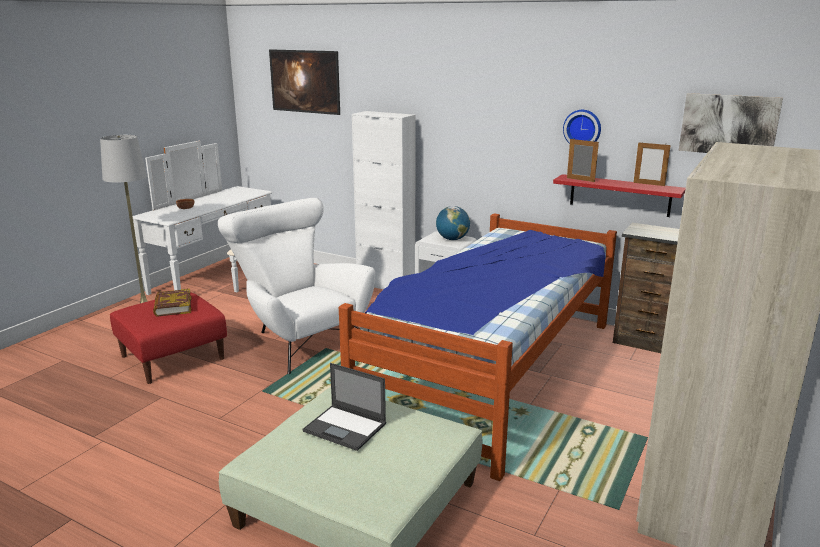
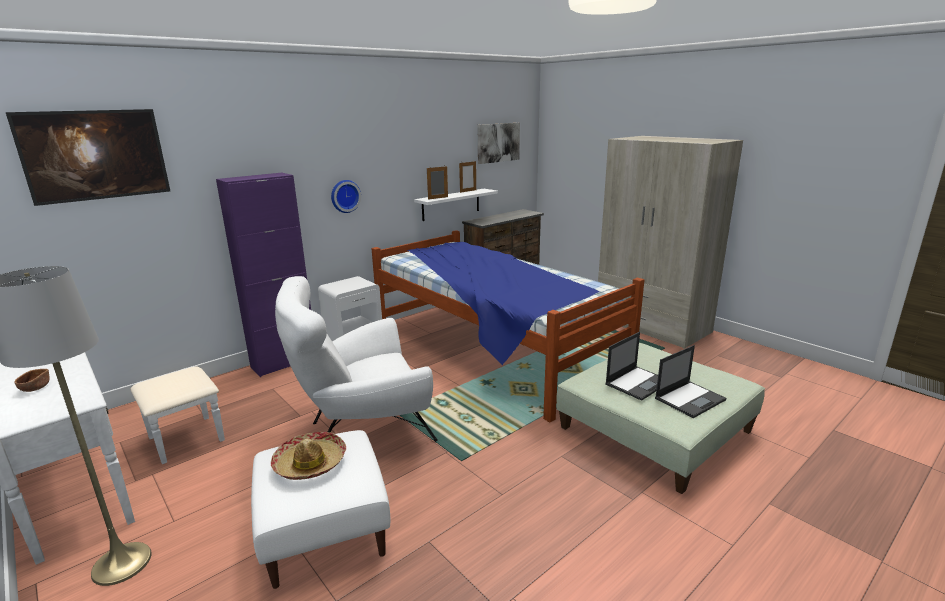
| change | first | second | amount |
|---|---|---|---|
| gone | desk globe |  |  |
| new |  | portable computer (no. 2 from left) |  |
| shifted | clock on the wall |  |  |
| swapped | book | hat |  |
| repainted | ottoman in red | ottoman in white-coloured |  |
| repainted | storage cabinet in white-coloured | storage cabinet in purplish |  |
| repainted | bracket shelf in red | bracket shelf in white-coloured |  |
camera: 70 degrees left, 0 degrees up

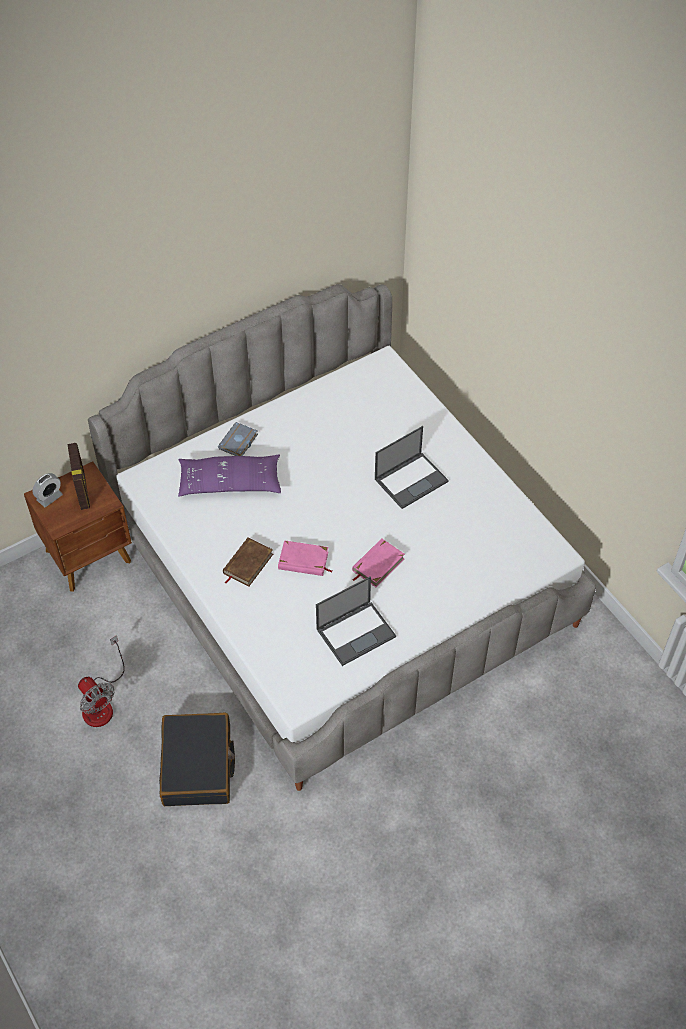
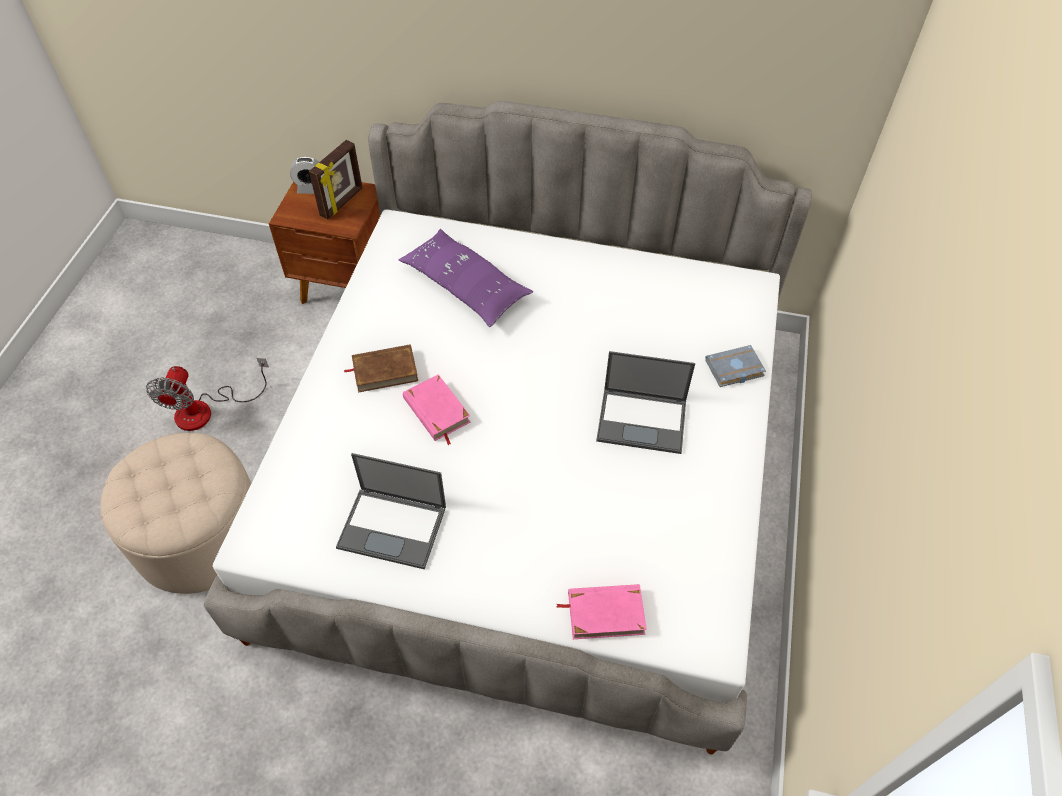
| change | first | second | amount |
|---|---|---|---|
| shifted | book in greyish |  |  |
| shifted | book in pinkish (no. 2 from left) |  |  |
| swapped | piece of luggage in blackish | ottoman in beige-coloured |  |
camera: 45 degrees right, 0 degrees up

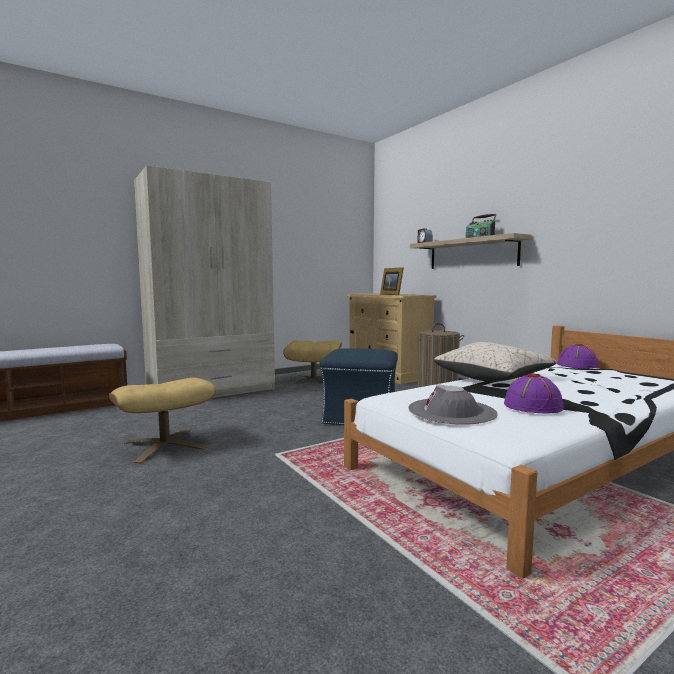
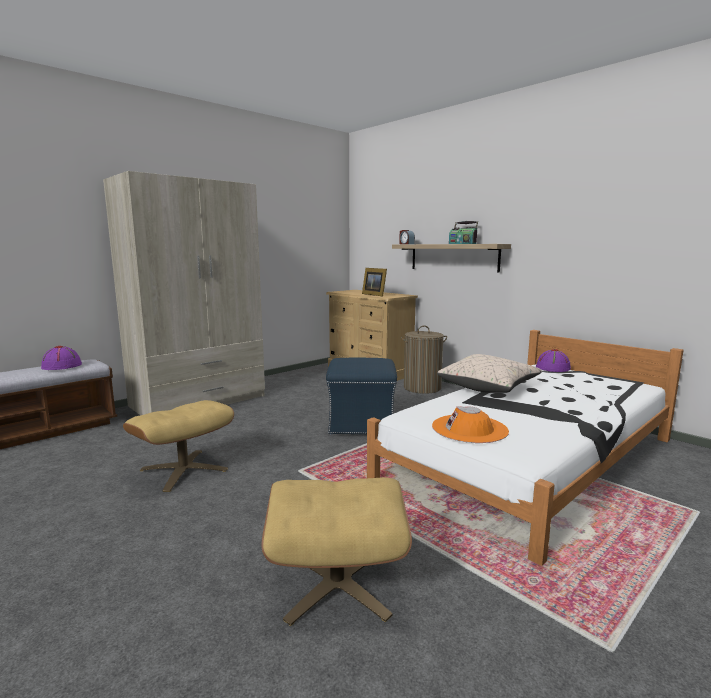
| change | first | second | amount |
|---|---|---|---|
| shifted | ottoman in beige-coloured (no. 2 from left) |  |  |
| shifted | hat in purplish (no. 1 from left) |  |  |
| repainted | hat in greyish | hat in orange-coloured |  |
camera: 10 degrees left, 5 degrees up

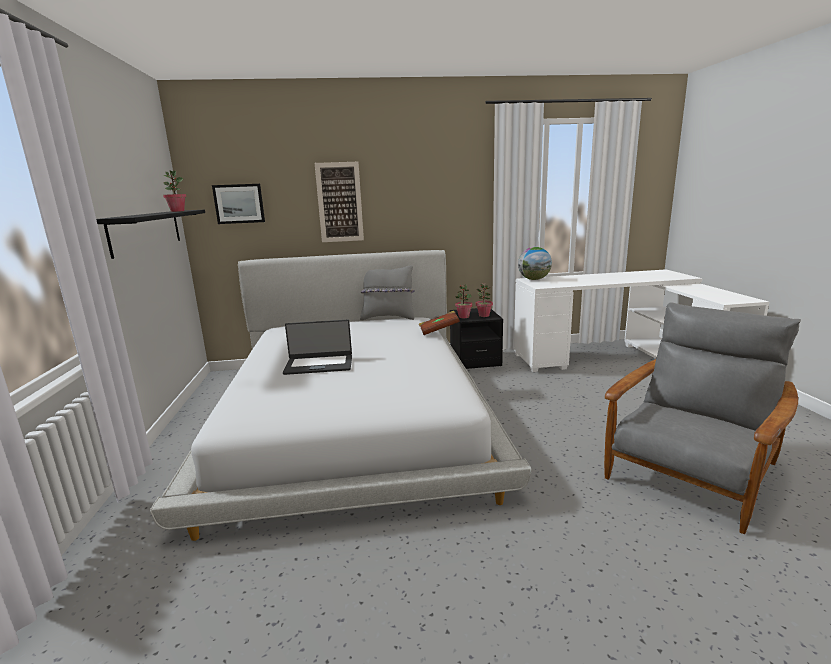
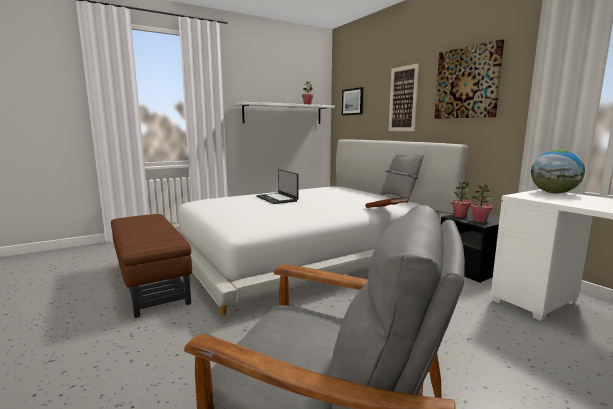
| change | first | second | amount |
|---|---|---|---|
| new |  | ottoman in brownish |  |
| new |  | wall art (no. 3 from left) |  |
| repainted | bracket shelf in blackish | bracket shelf in white-coloured |  |
camera: 65 degrees right, 5 degrees down

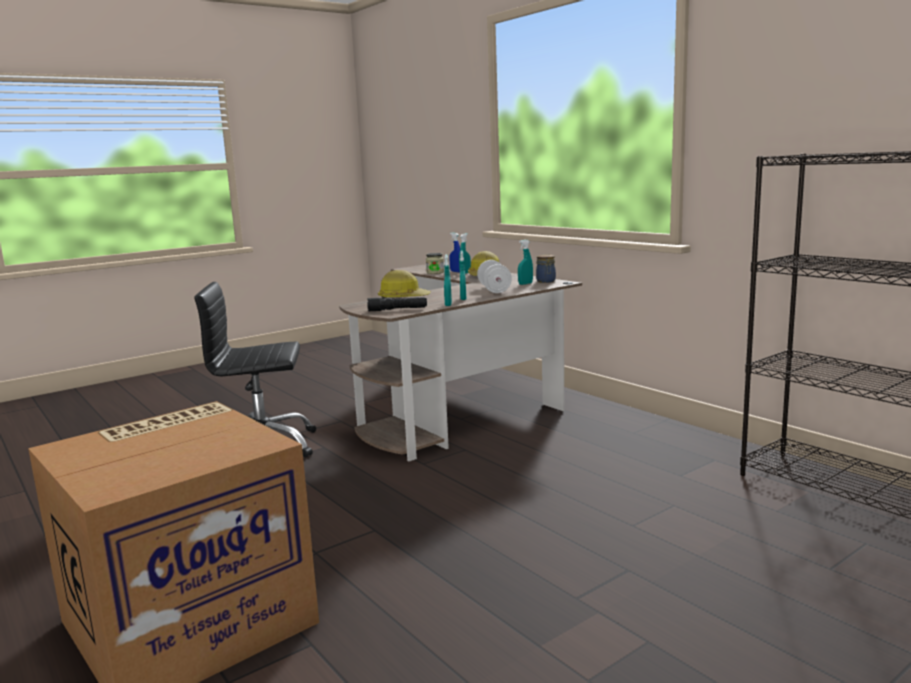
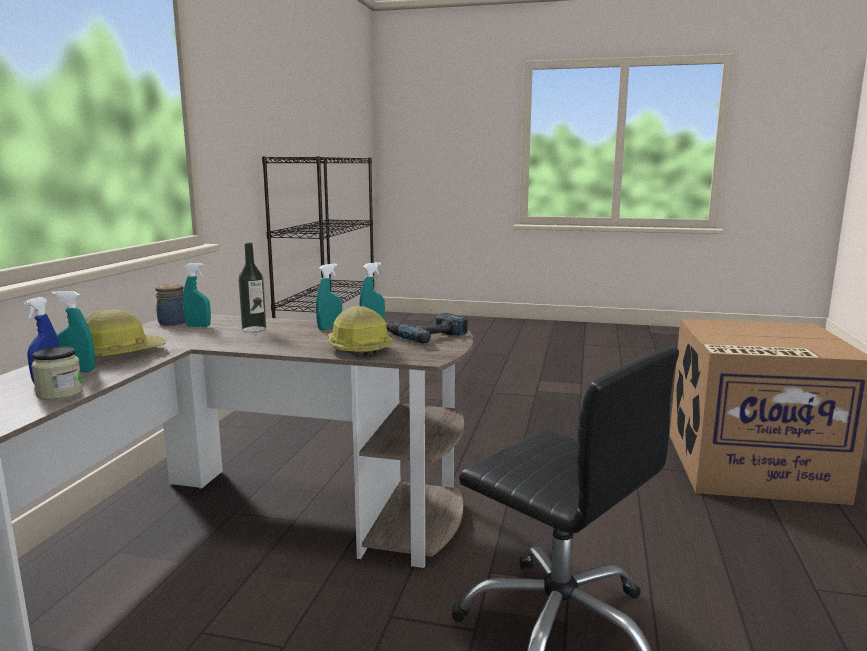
| change | first | second | amount |
|---|---|---|---|
| swapped | hand torch in blackish | power drill |  |
| swapped | free weight in white-coloured | drink bottle |  |
camera: 130 degrees left, 0 degrees up

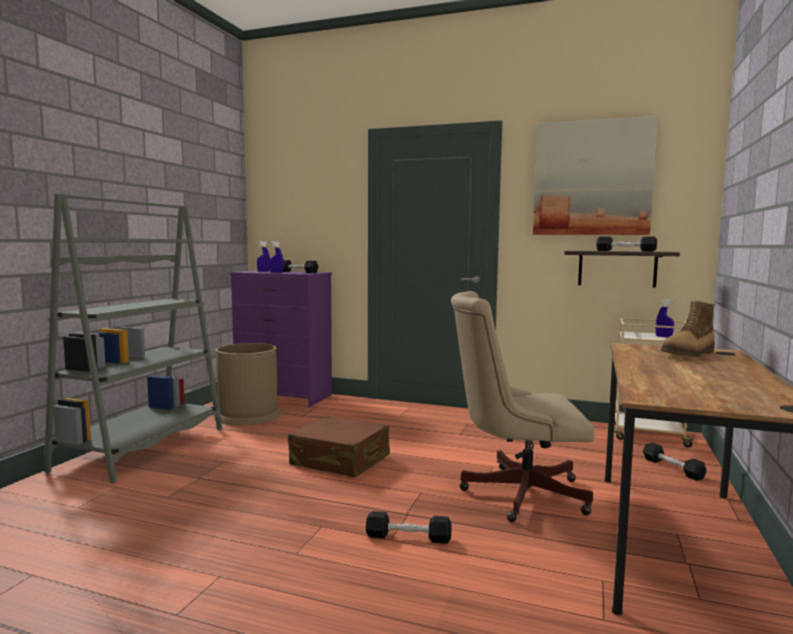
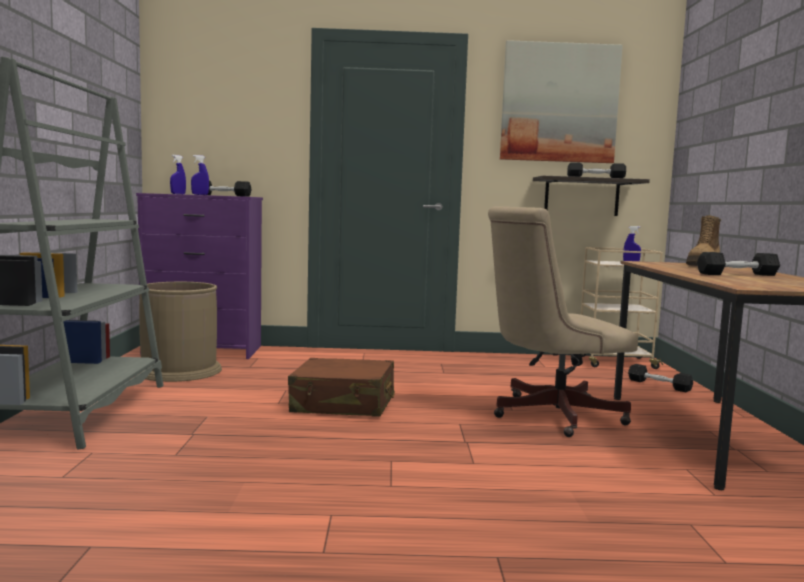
| change | first | second | amount |
|---|---|---|---|
| shifted | free weight in blackish (no. 2 from left in the first image) | free weight in blackish (no. 4 from left) |  |
camera: 20 degrees left, 0 degrees up

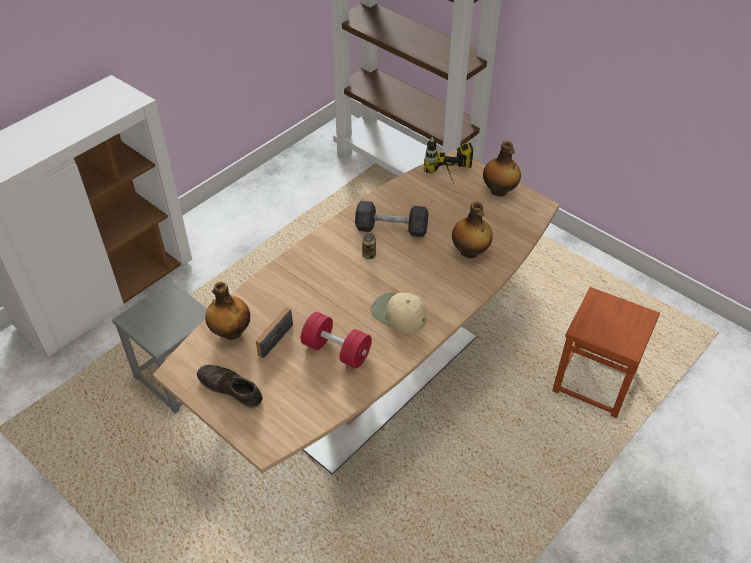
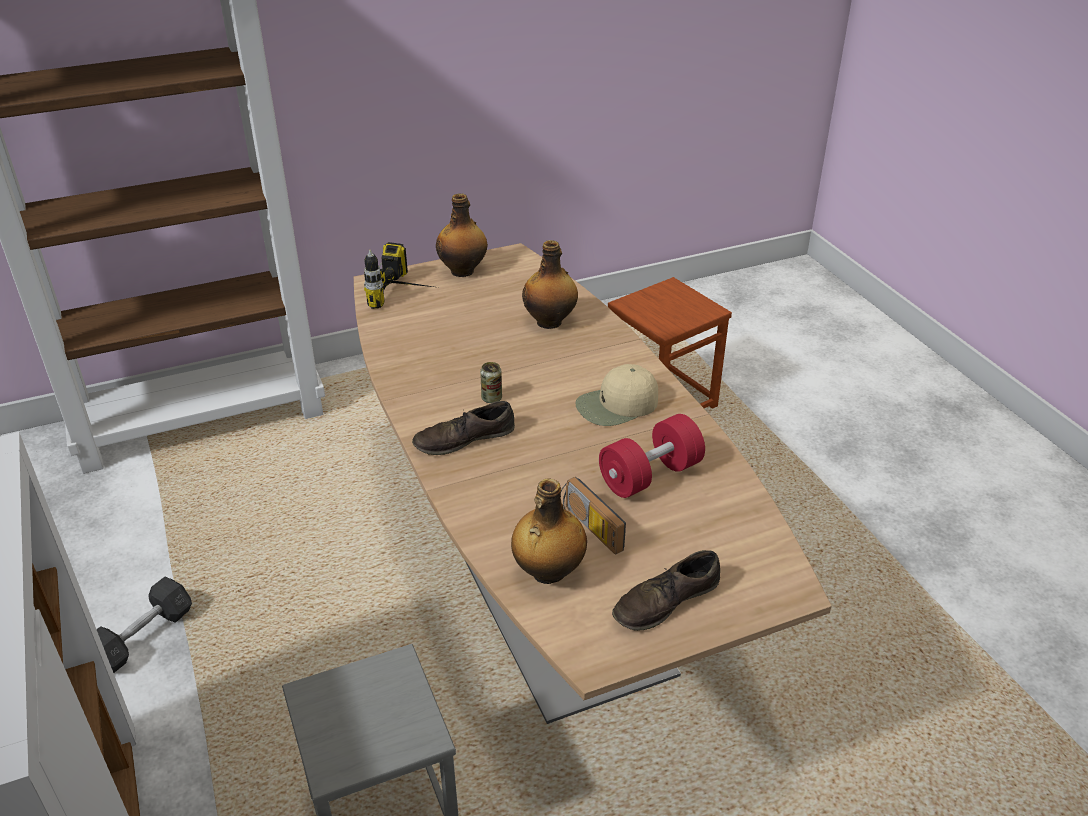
| change | first | second | amount |
|---|---|---|---|
| new |  | low shoe in brownish (no. 1 from left) |  |
| shifted | free weight in greyish |  |  |
camera: 65 degrees left, 10 degrees down

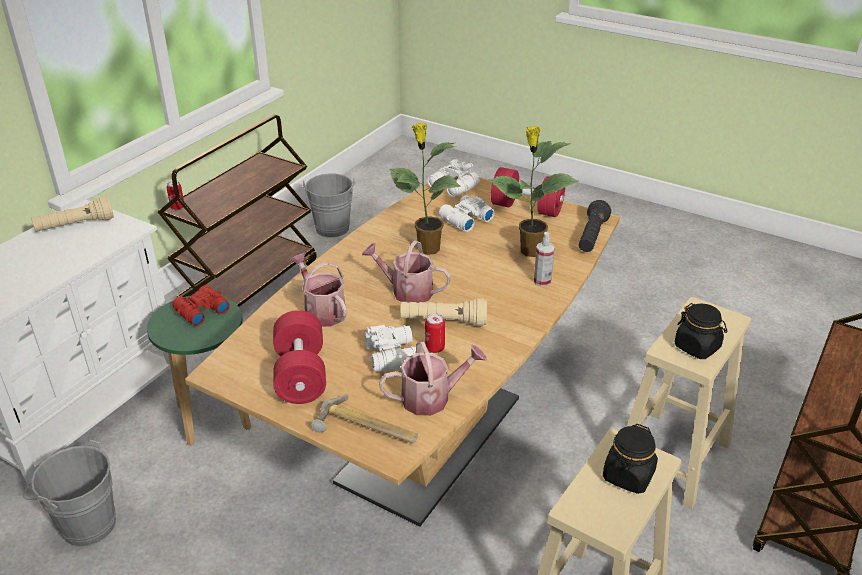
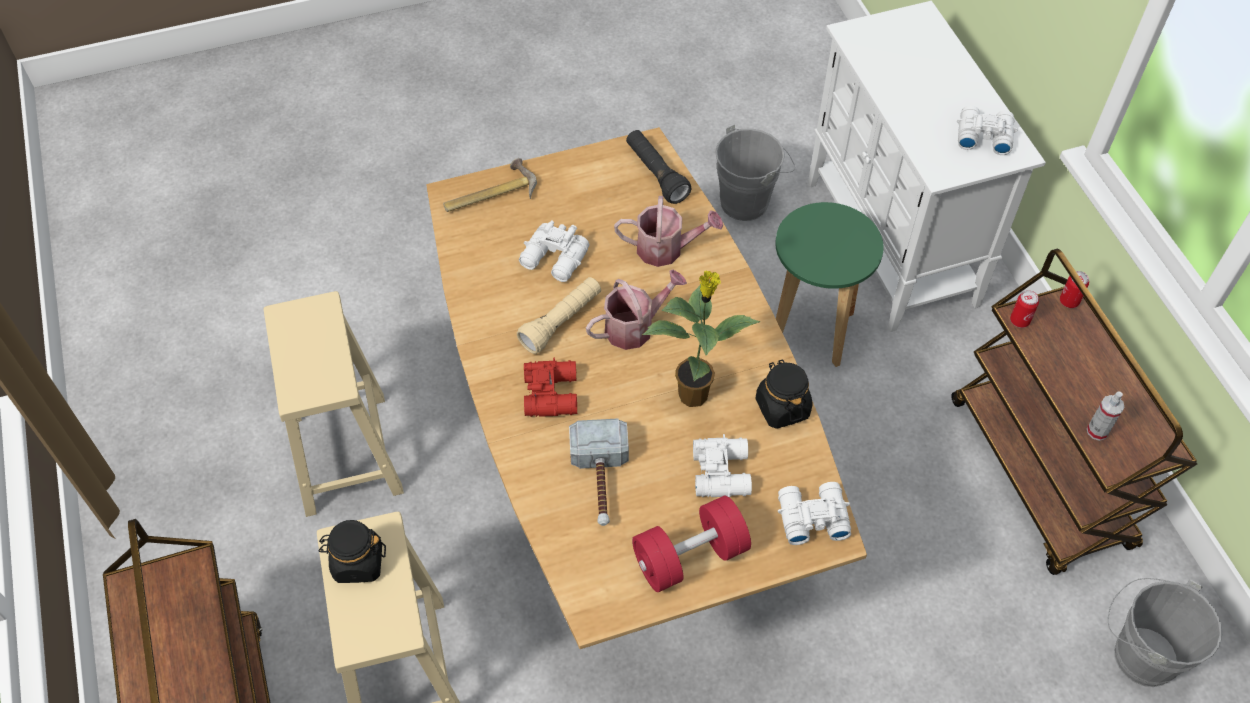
| change | first | second | amount |
|---|---|---|---|
| gone | free weight in red (no. 1 from left) |  |  |
| gone | sprinkling can (no. 3 from left) |  |  |
| shifted | field glasses in red |  |  |
| shifted | metal can (no. 2 from left in the first image) | metal can (no. 1 from left) |  |
| shifted | spray bottle |  |  |
| shifted | hand torch in blackish |  |  |
| shifted | storage jar in blackish (no. 1 from left in the first image) | storage jar in blackish (no. 2 from left) |  |
| swapped | hand torch in beige-coloured (no. 1 from left) | field glasses in white-coloured (no. 4 from left) |  |
| swapped | houseplant (no. 2 from left) | tool hammer (no. 2 from left) |  |
camera: 130 degrees right, 20 degrees up

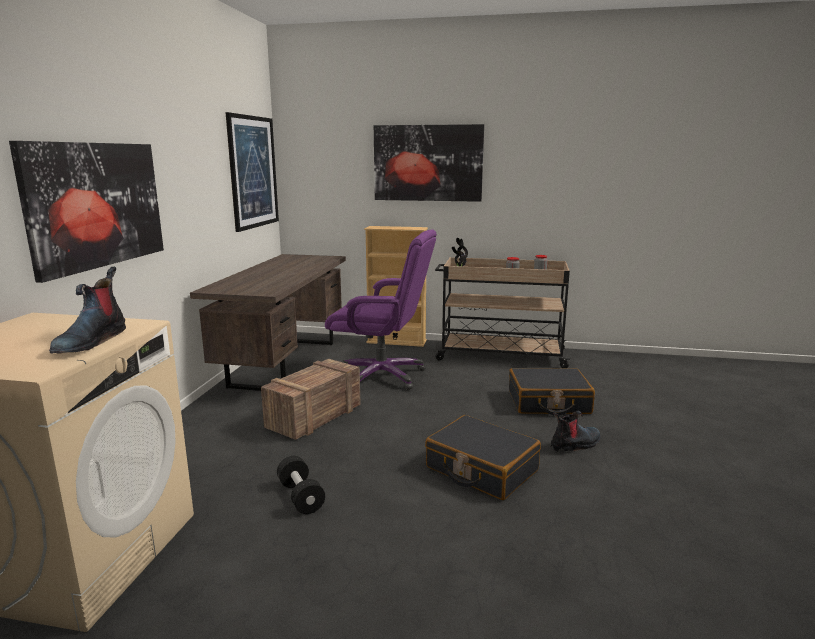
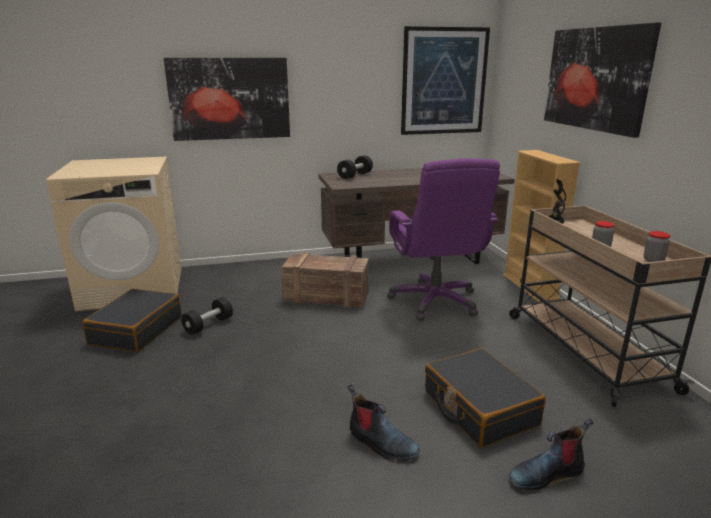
| change | first | second | amount |
|---|---|---|---|
| new |  | free weight in blackish (no. 2 from left) |  |
| shifted | high-top boot (no. 1 from left in the first image) | high-top boot (no. 2 from left) |  |
| shifted | piece of luggage in blackish (no. 1 from left) |  |  |
camera: 65 degrees right, 5 degrees up

